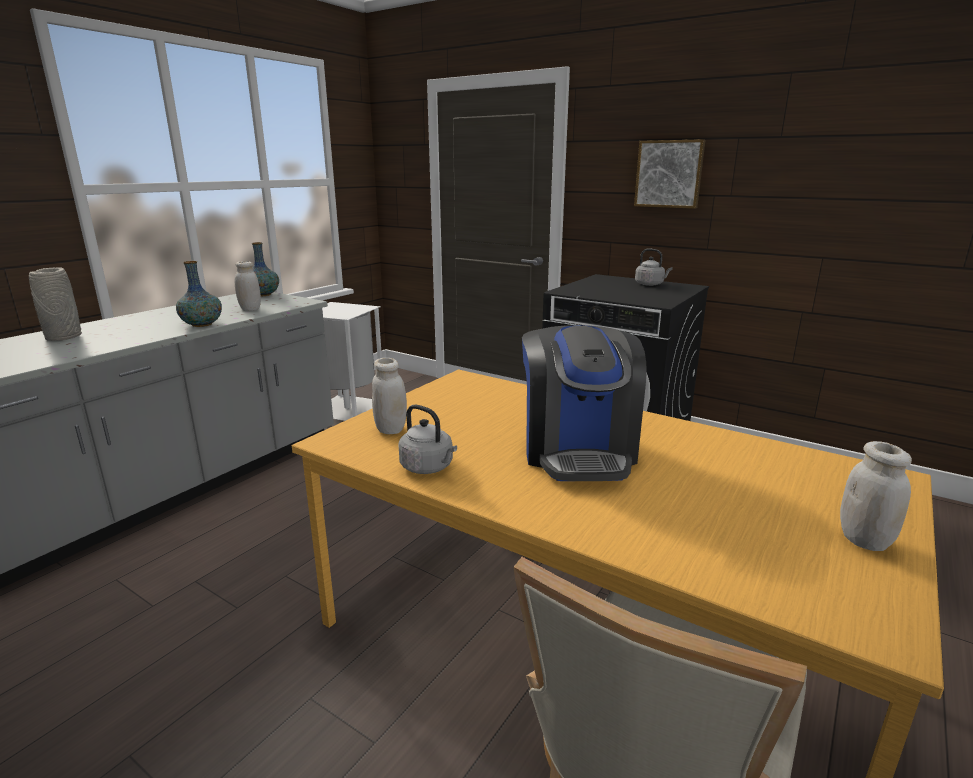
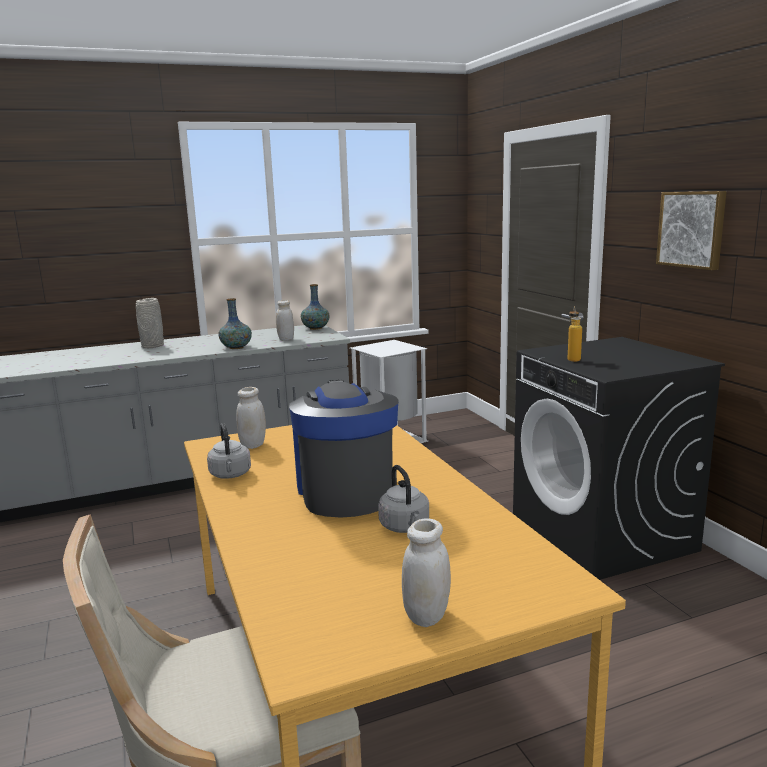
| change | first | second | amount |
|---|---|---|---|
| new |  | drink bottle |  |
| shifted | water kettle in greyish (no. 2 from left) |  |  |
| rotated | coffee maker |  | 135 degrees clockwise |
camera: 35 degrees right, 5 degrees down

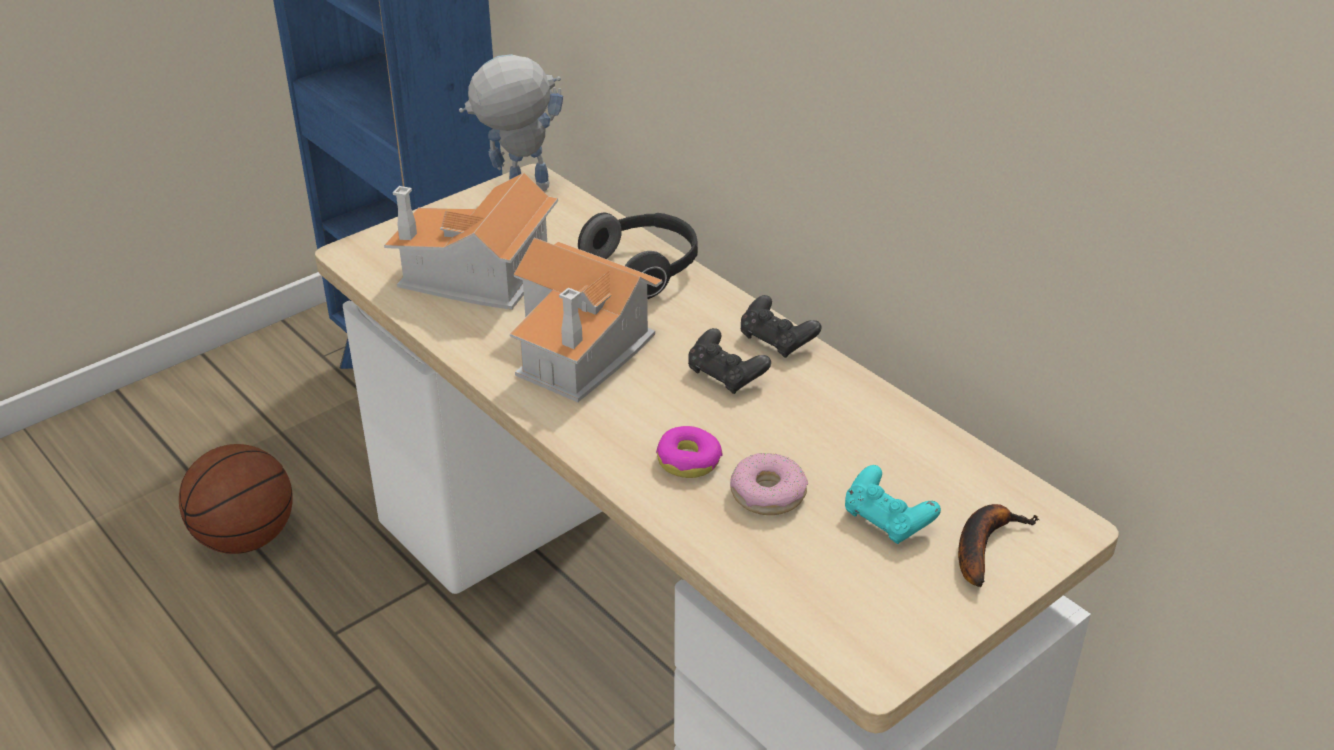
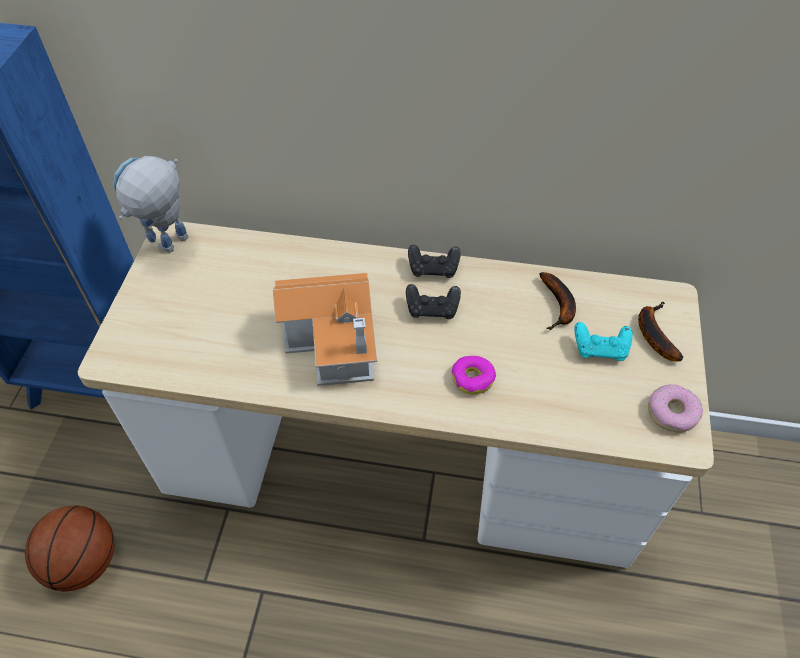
| change | first | second | amount |
|---|---|---|---|
| gone | miniature house (no. 1 from left) |  |  |
| gone | pair of headphones |  |  |
| new |  | banana fruit (no. 1 from left) |  |
| shifted | doughnut (no. 2 from left) |  |  |
camera: 40 degrees left, 15 degrees up

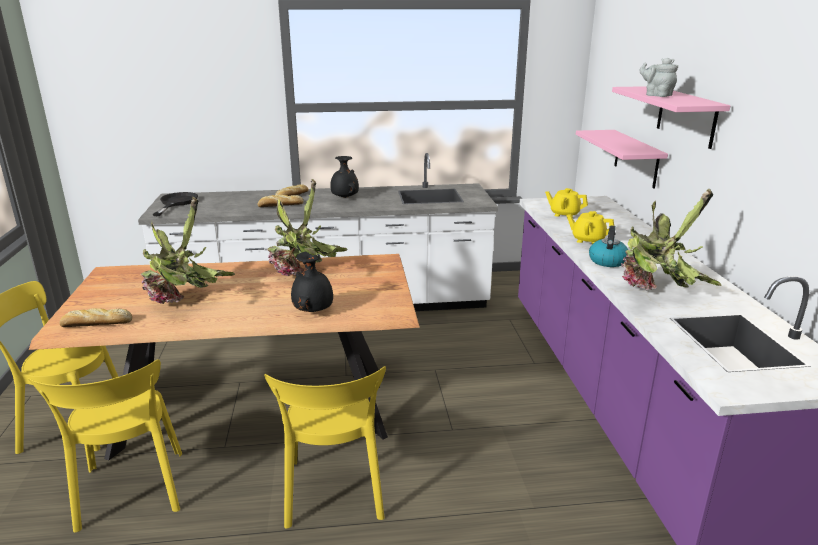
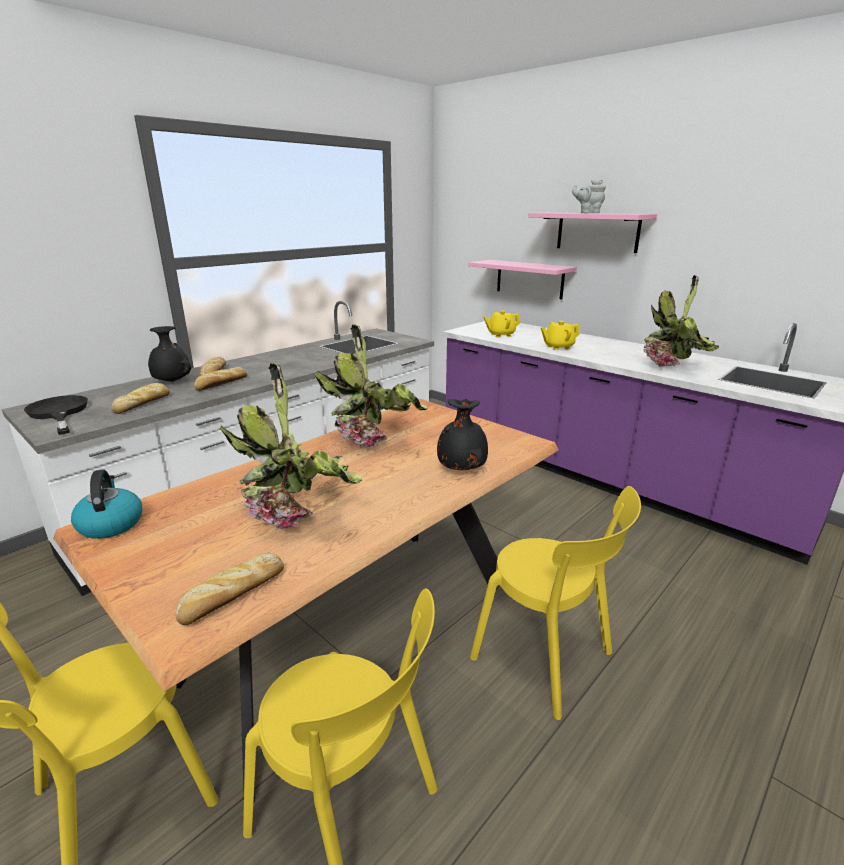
| change | first | second | amount |
|---|---|---|---|
| new |  | bread (no. 1 from left) |  |
| shifted | flower vase in blackish (no. 2 from left in the first image) | flower vase in blackish (no. 1 from left) |  |
| shifted | water kettle |  |  |
camera: 40 degrees left, 0 degrees up

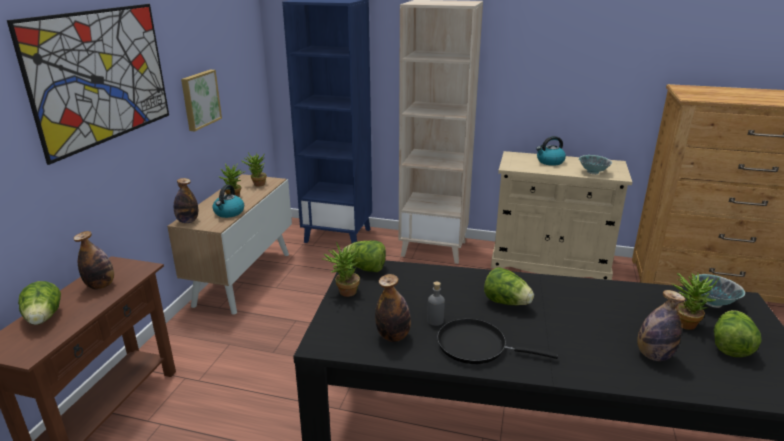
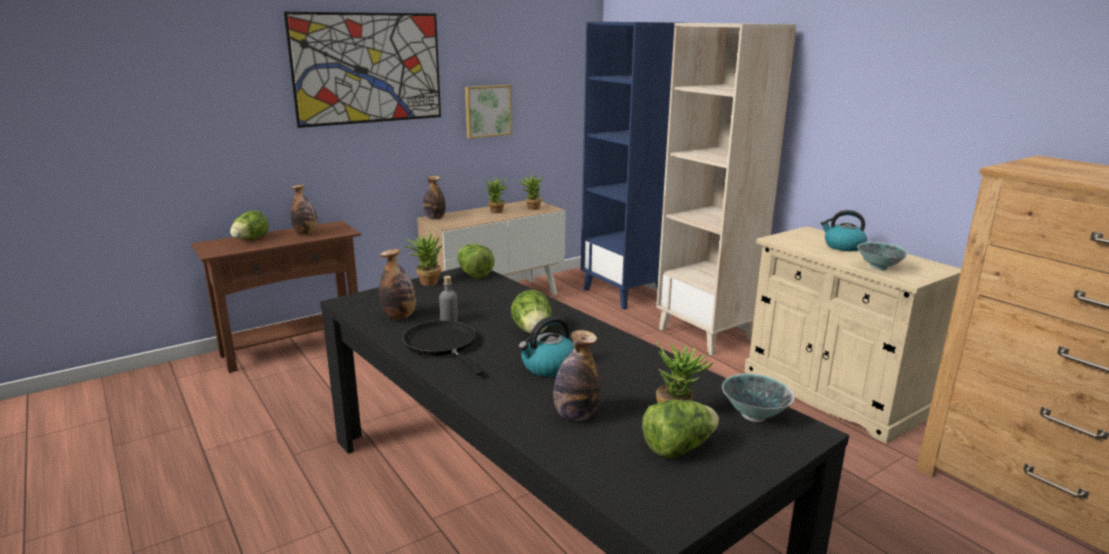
| change | first | second | amount |
|---|---|---|---|
| shifted | water kettle (no. 1 from left) |  |  |
camera: 40 degrees right, 5 degrees down

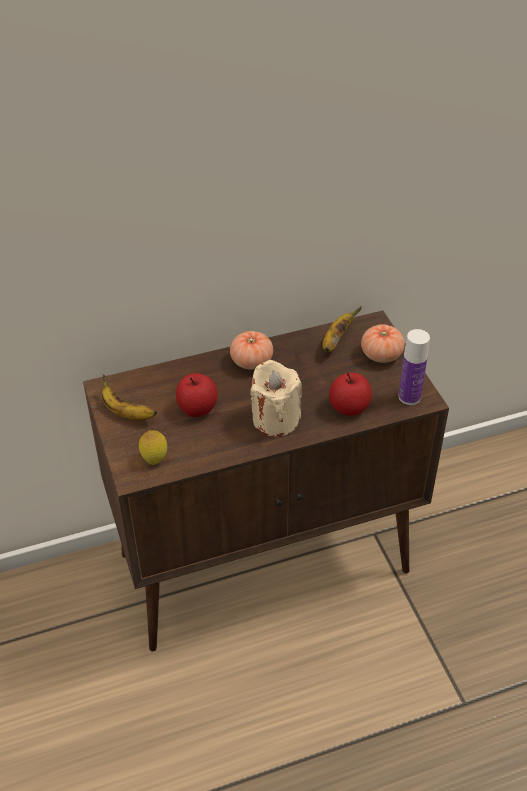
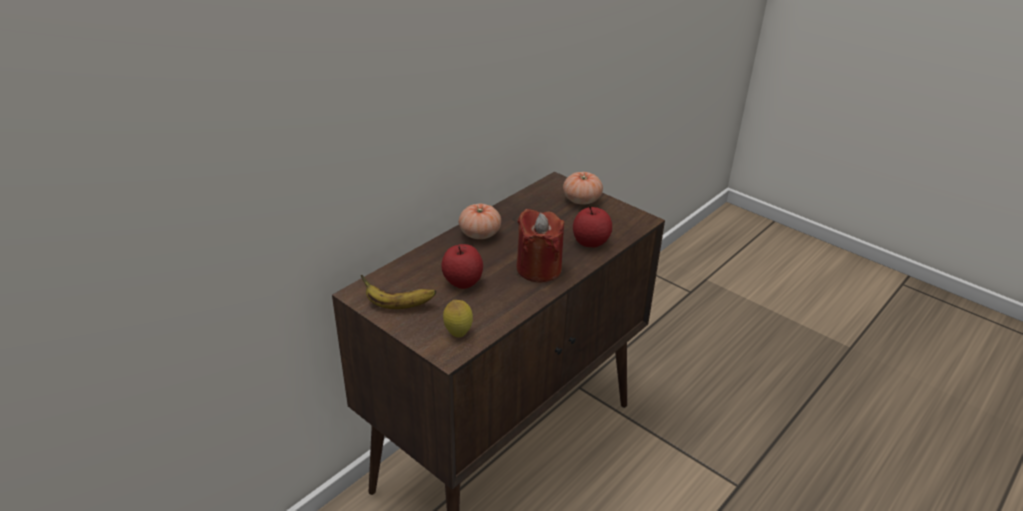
| change | first | second | amount |
|---|---|---|---|
| gone | banana fruit (no. 2 from left) |  |  |
| gone | drink bottle |  |  |
| repainted | wax candle in beige-coloured | wax candle in red |  |
camera: 30 degrees left, 10 degrees down

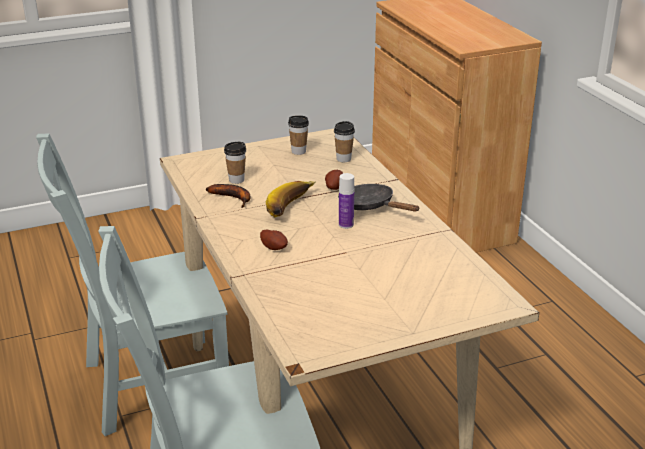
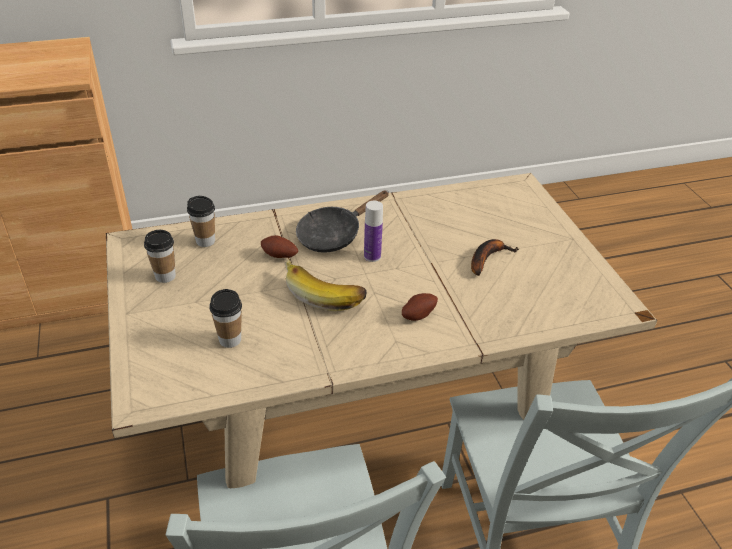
| change | first | second | amount |
|---|---|---|---|
| shifted | banana fruit (no. 1 from left in the first image) | banana fruit (no. 2 from left) |  |
camera: 85 degrees left, 10 degrees up

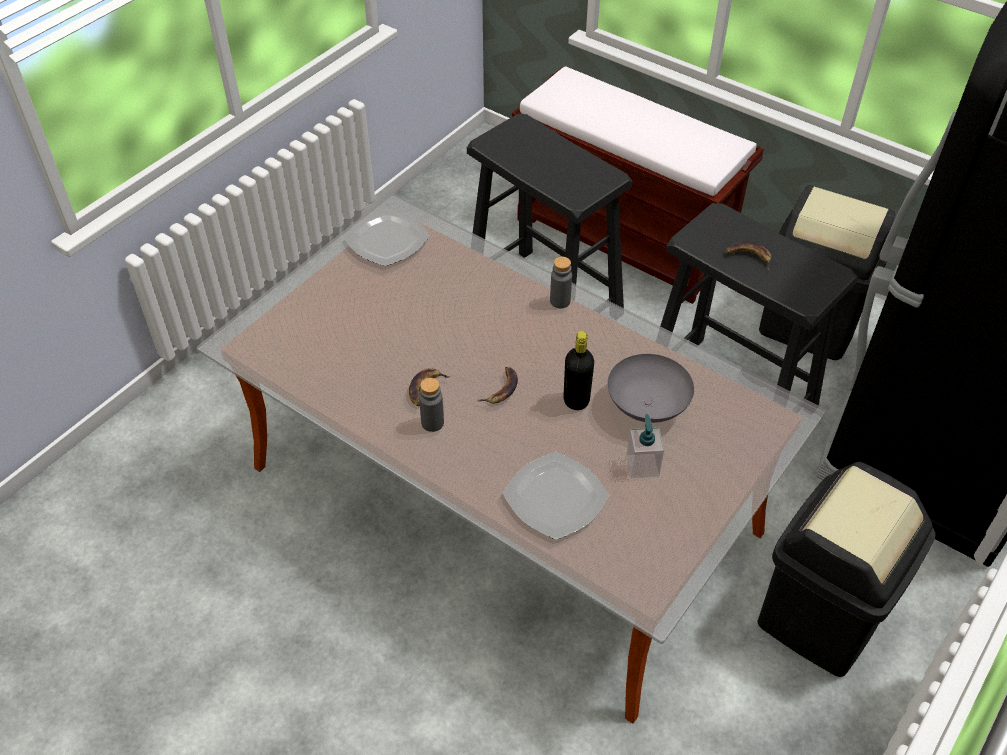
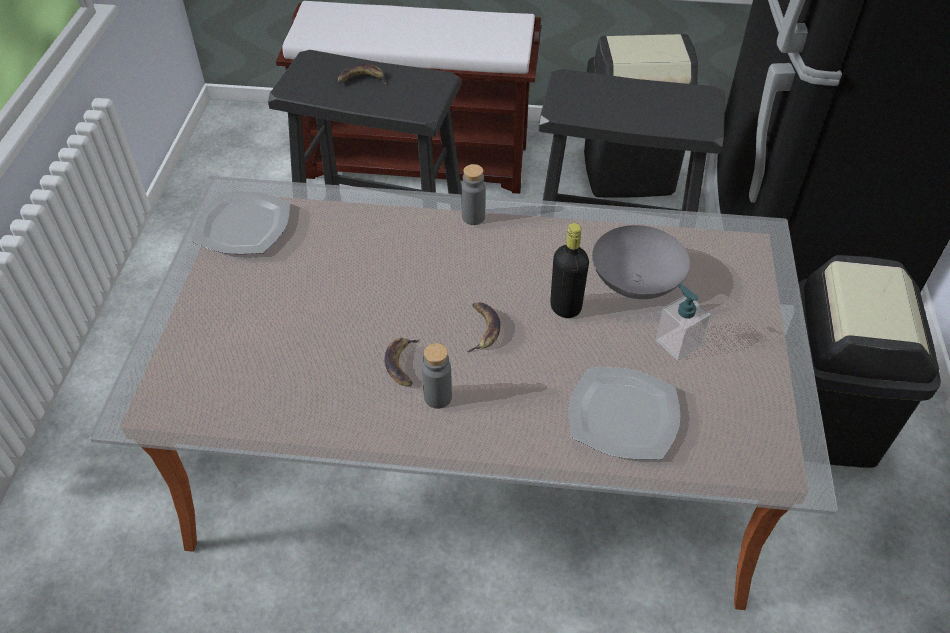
| change | first | second | amount |
|---|---|---|---|
| shifted | banana fruit (no. 3 from left in the first image) | banana fruit (no. 1 from left) |  |
camera: 30 degrees left, 0 degrees up

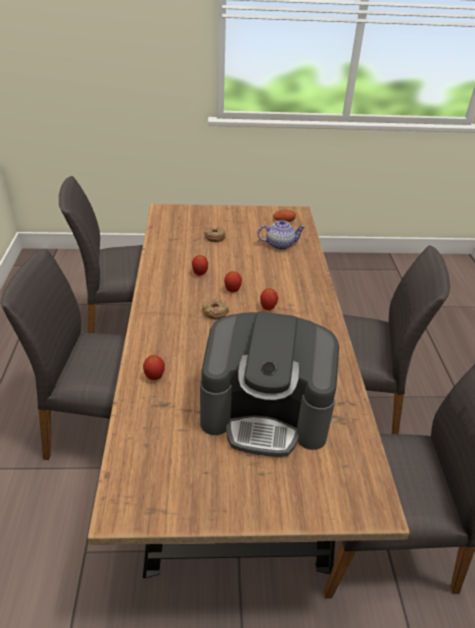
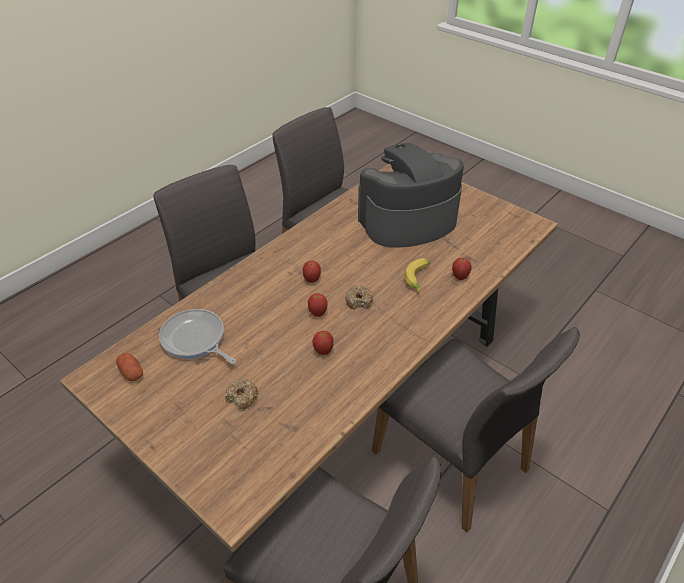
| change | first | second | amount |
|---|---|---|---|
| new |  | banana fruit |  |
| swapped | pot for tea | frying pan |  |
| rotated | coffee maker |  | 75 degrees counterclockwise |
camera: 135 degrees left, 5 degrees up

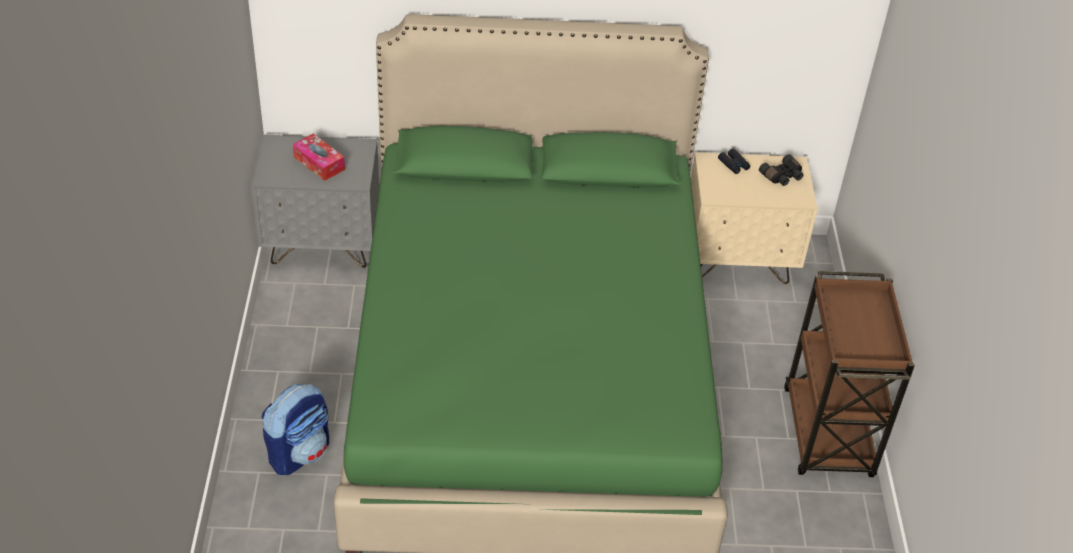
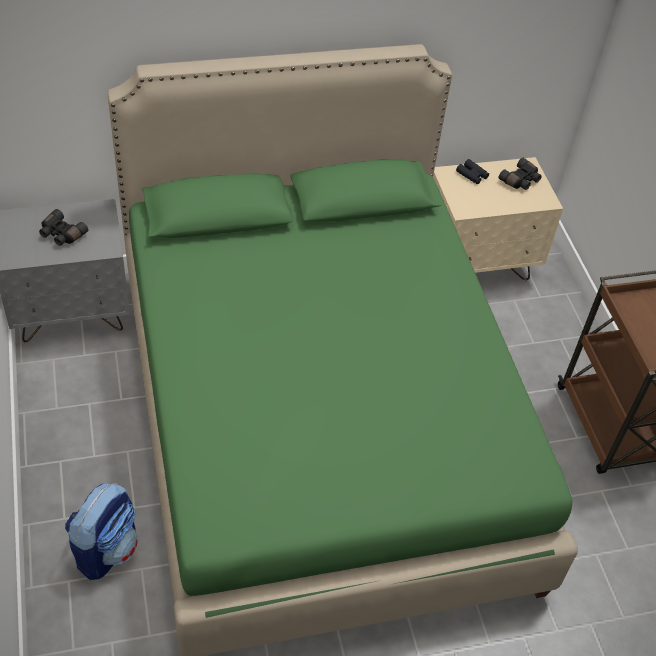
| change | first | second | amount |
|---|---|---|---|
| swapped | tissue box | field glasses in blackish (no. 1 from left) |  |
camera: 15 degrees left, 5 degrees up

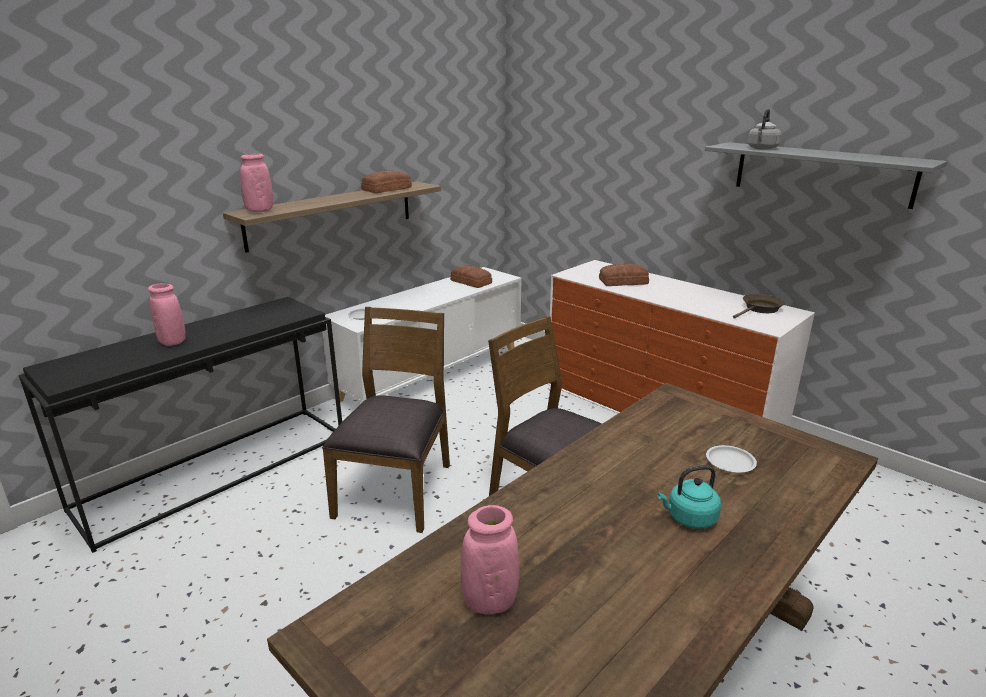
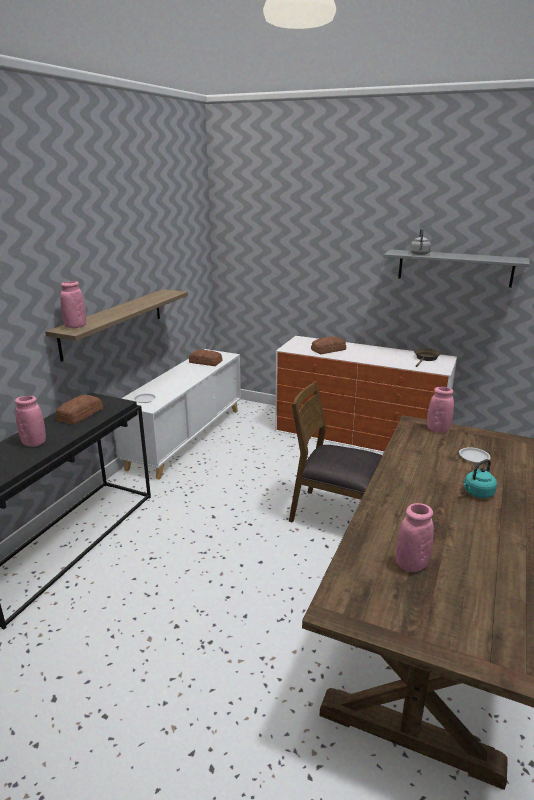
| change | first | second | amount |
|---|---|---|---|
| gone | chair in brownish (no. 1 from left) |  |  |
| new |  | flower vase in pinkish (no. 4 from left) |  |
| shifted | bread (no. 1 from left) |  |  |
camera: 20 degrees left, 0 degrees up

